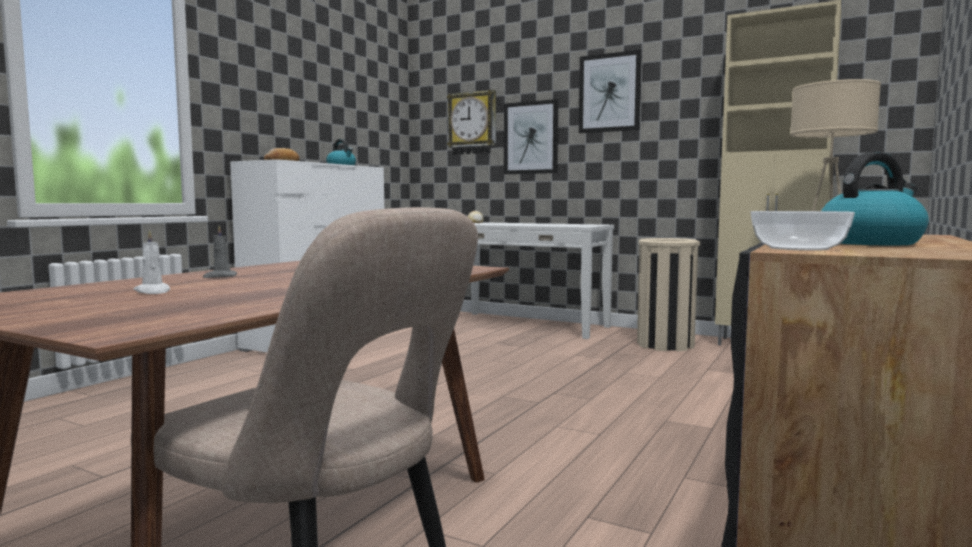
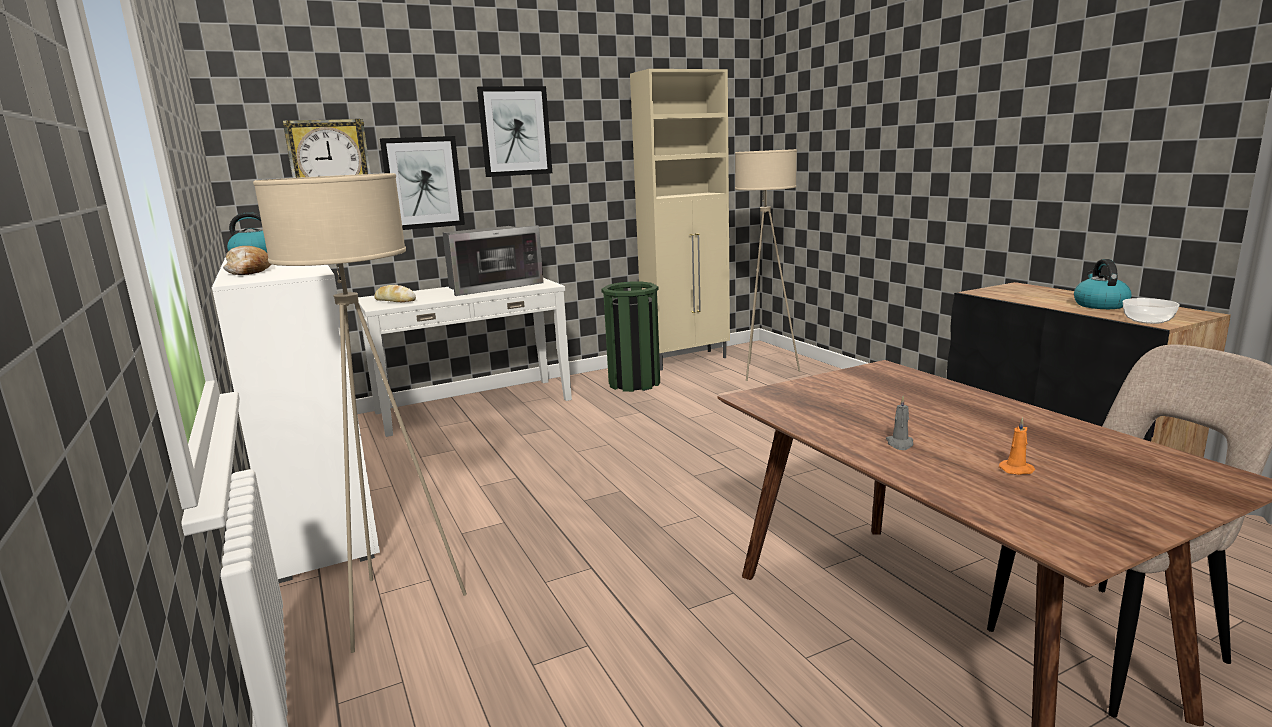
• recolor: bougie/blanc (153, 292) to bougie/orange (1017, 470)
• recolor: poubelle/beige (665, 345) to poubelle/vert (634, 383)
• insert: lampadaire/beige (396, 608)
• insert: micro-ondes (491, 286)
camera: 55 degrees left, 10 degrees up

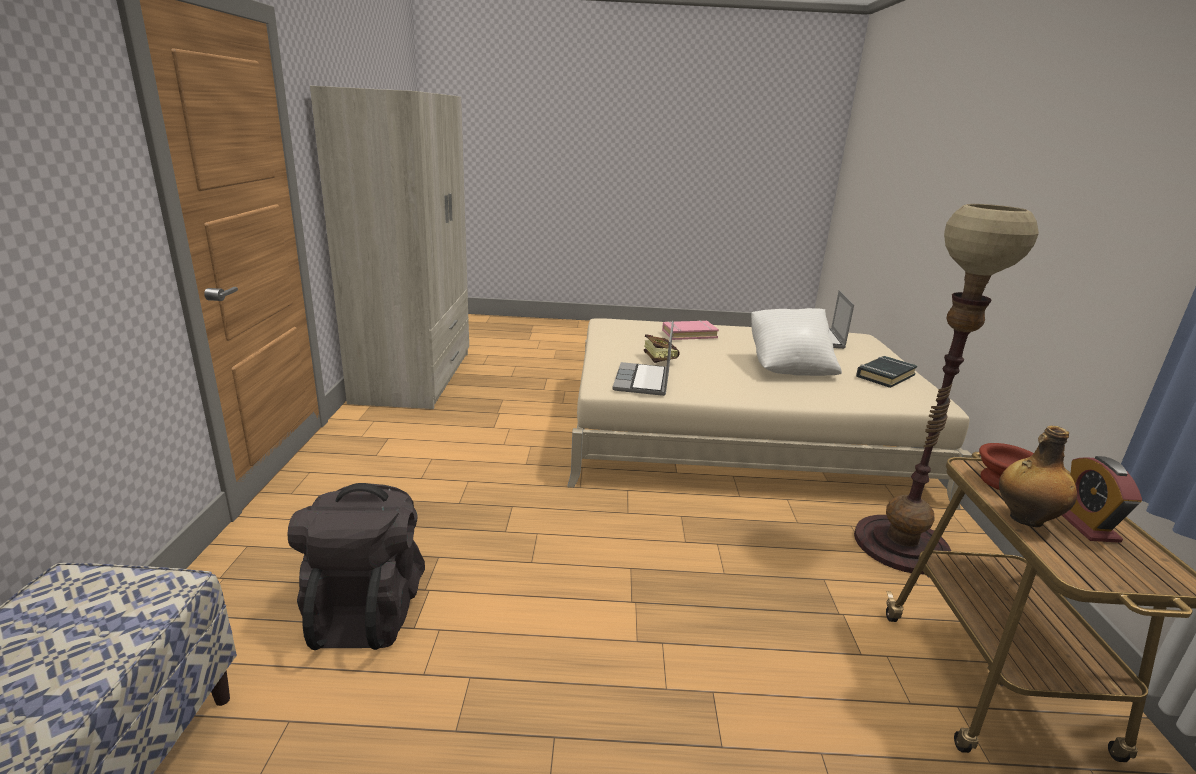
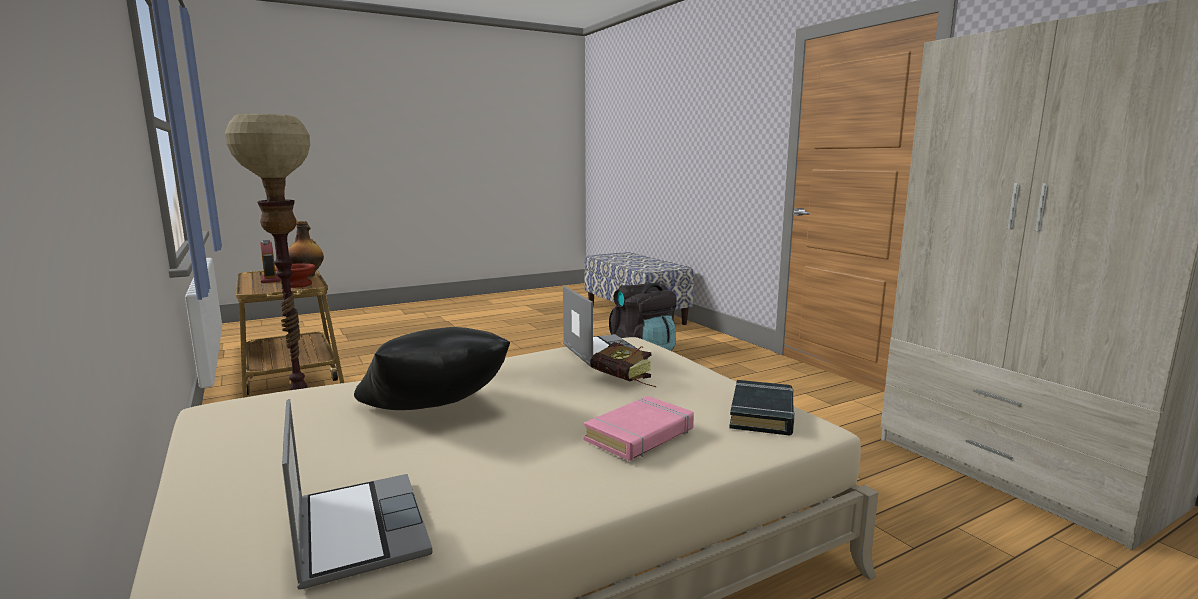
• recolor: coussin/blanc (789, 367) to coussin/noir (434, 413)
• move: livre/noir (885, 376) to (762, 414)
camera: 150 degrees right, 10 degrees down

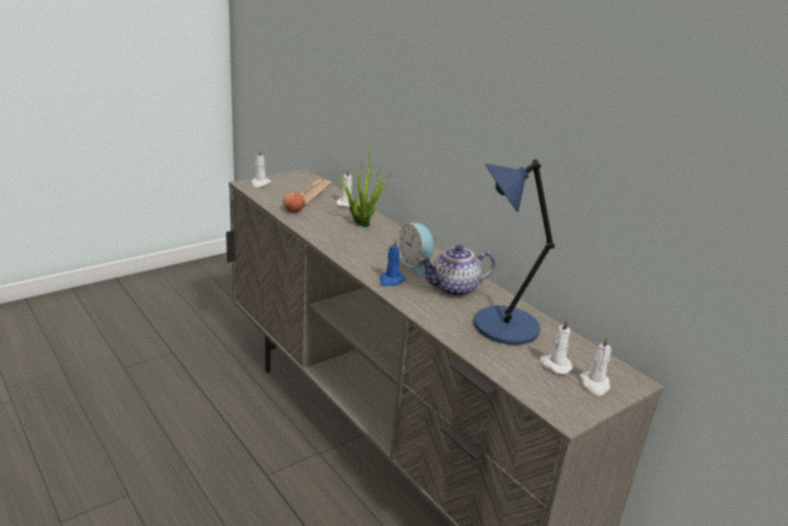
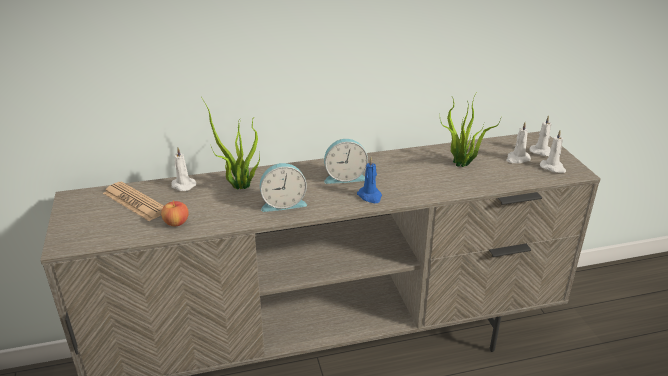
• move: bougie/blanc (260, 183) to (553, 168)
• delete: théière (454, 289)
• replace: lampe de table/bleu (502, 326) to plante en pot (462, 164)
• insert: réveil (283, 203)
camera: 65 degrees left, 5 degrees up

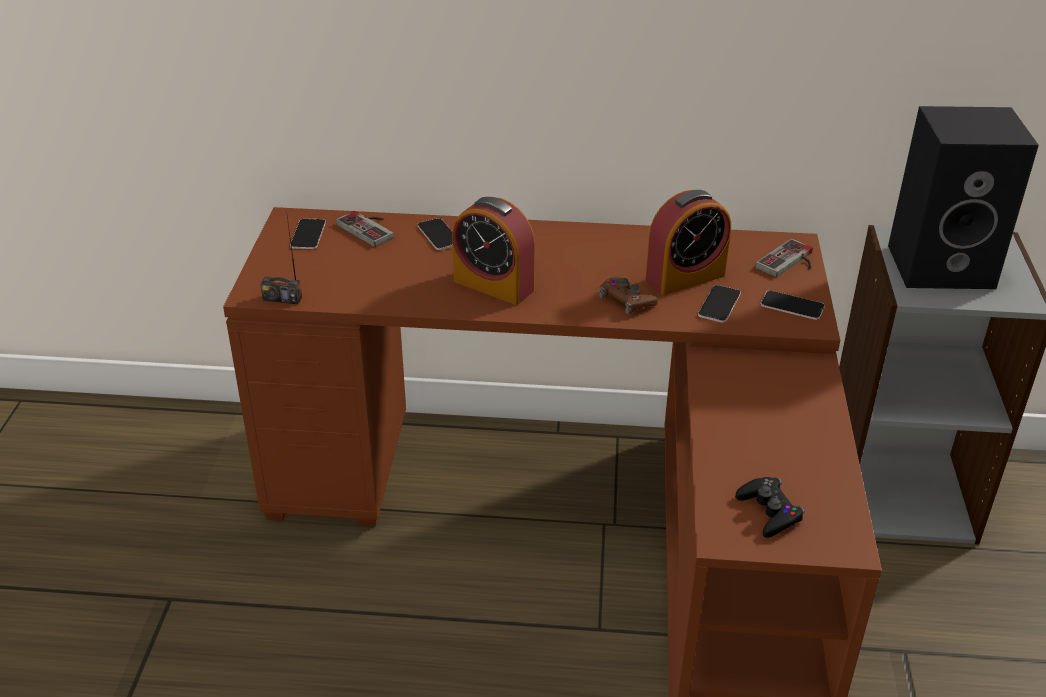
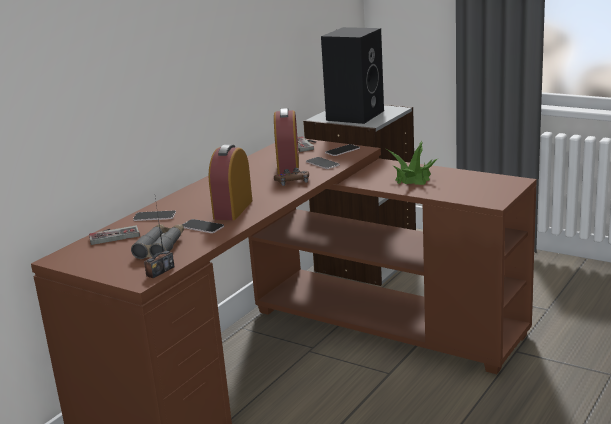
• move: téléphone (308, 235) to (202, 227)
• rotate: réveil (493, 285) = (233, 209) 135 degrees clockwise
• delete: manette/noir (769, 511)
• insert: jumelles/gris (161, 247)
• insert: plante en pot (414, 177)
camera: 60 degrees left, 15 degrees down

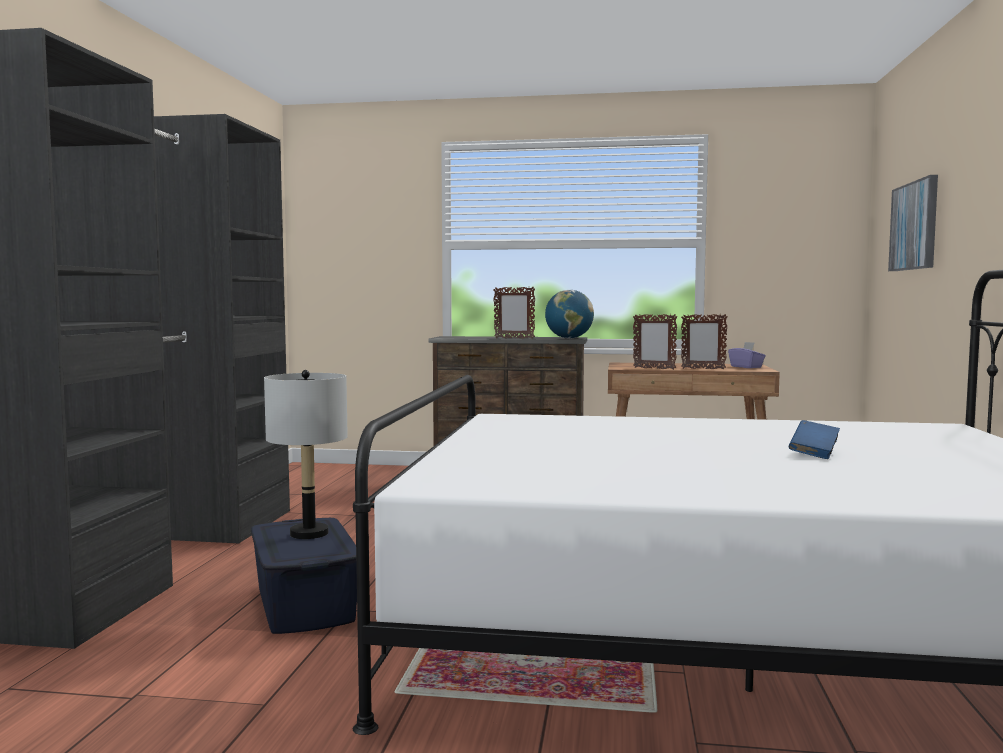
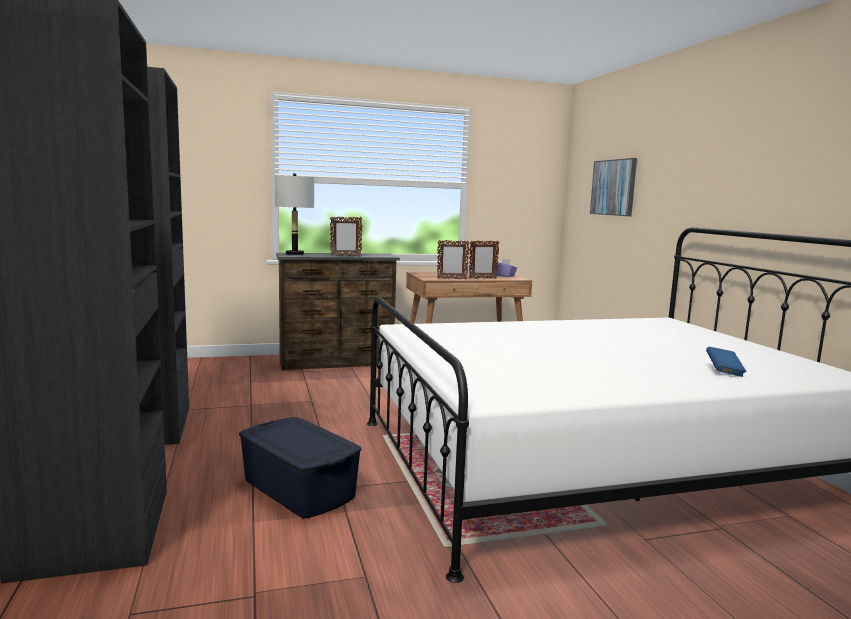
• move: lampe de table/gris (309, 534) to (295, 254)
• delete: globe (569, 338)
• move: livre/bleu (814, 453) to (724, 371)
camera: 25 degrees left, 5 degrees up

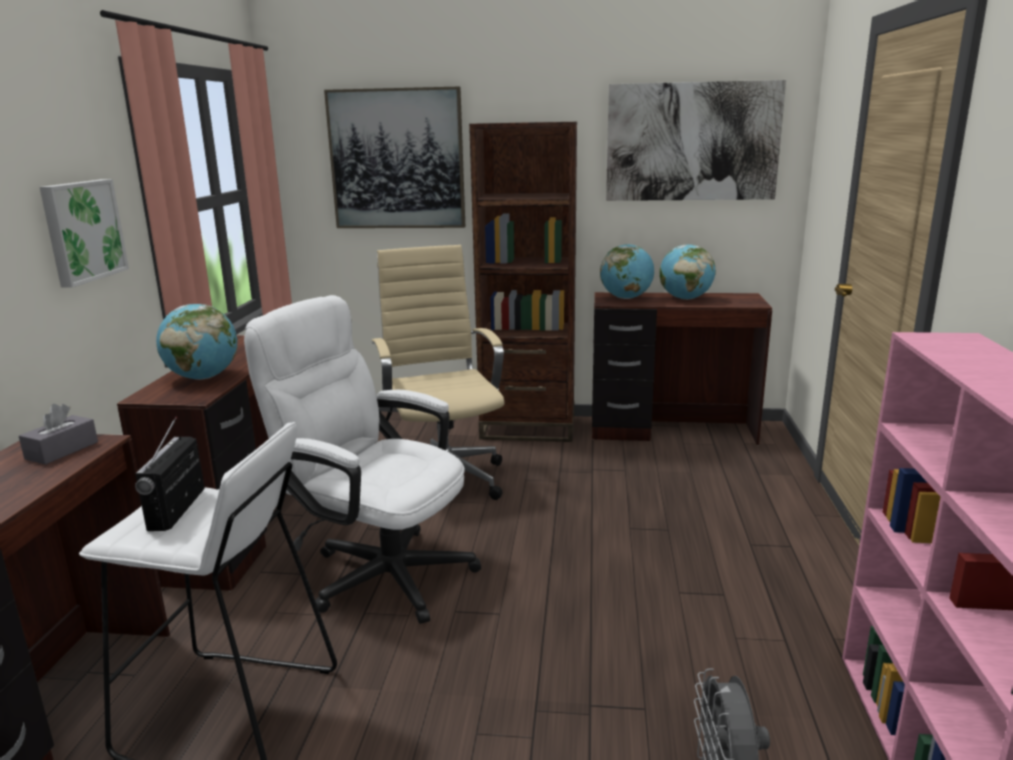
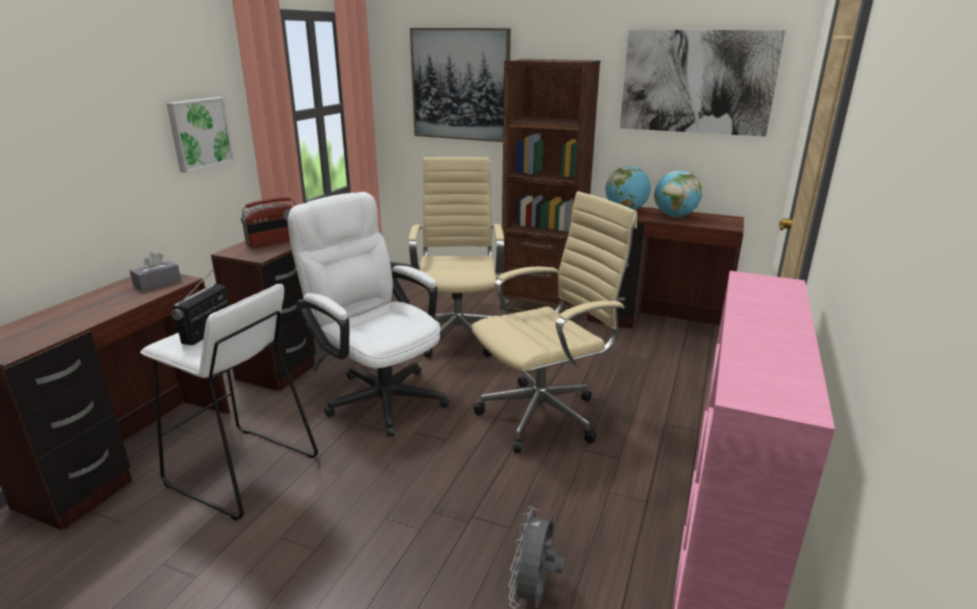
• replace: globe (203, 377) to radio (274, 242)
• insert: chaise de bureau/beige (545, 415)
camera: 15 degrees right, 5 degrees up

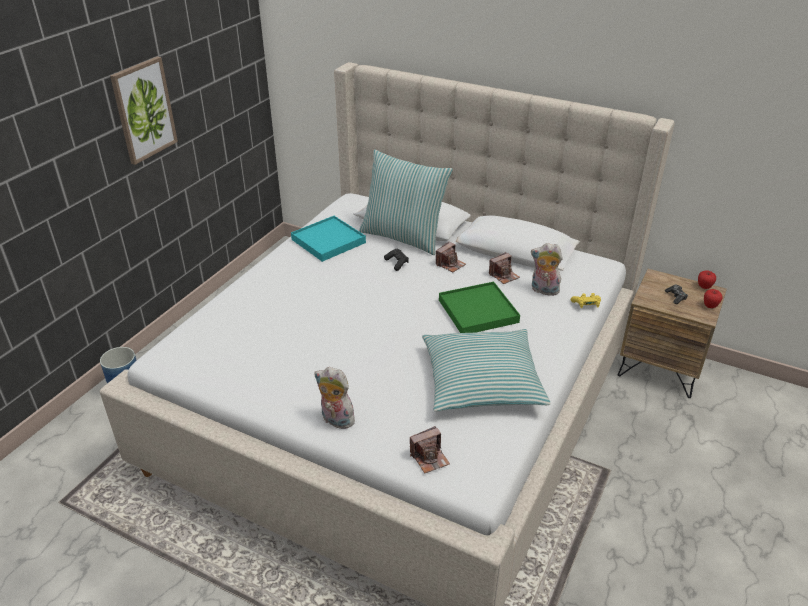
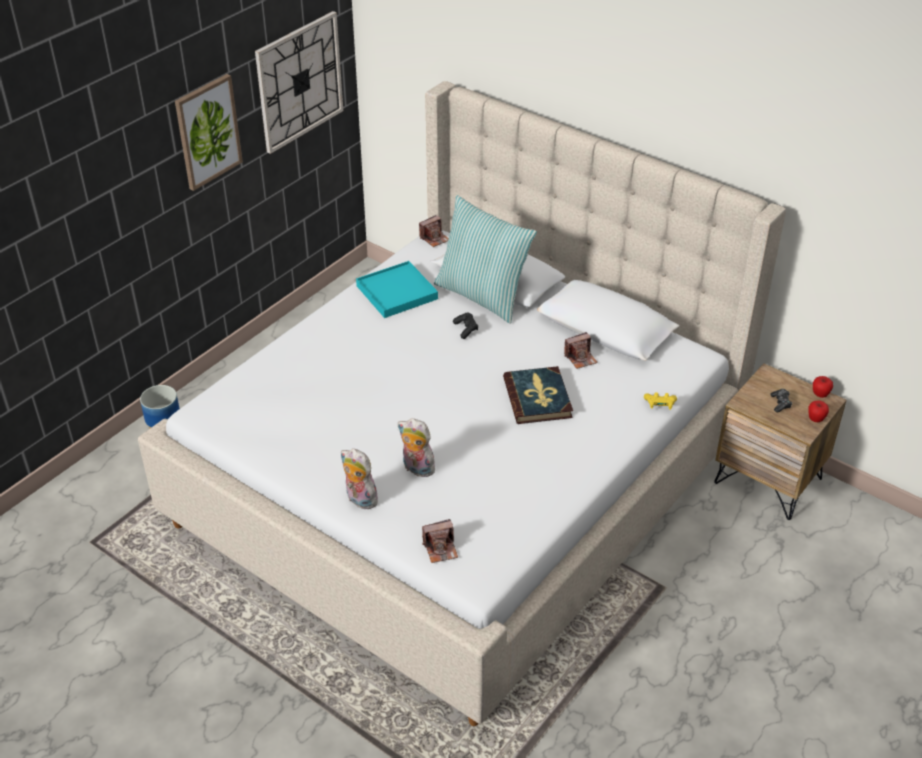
• delete: coussin (482, 381)
• move: appareil photo (450, 264) to (434, 238)
• replace: plateau/vert (478, 311) to livre (538, 398)
• move: peluche (543, 291) to (416, 469)
• insert: horloge murale (299, 81)
camera: 10 degrees right, 5 degrees up

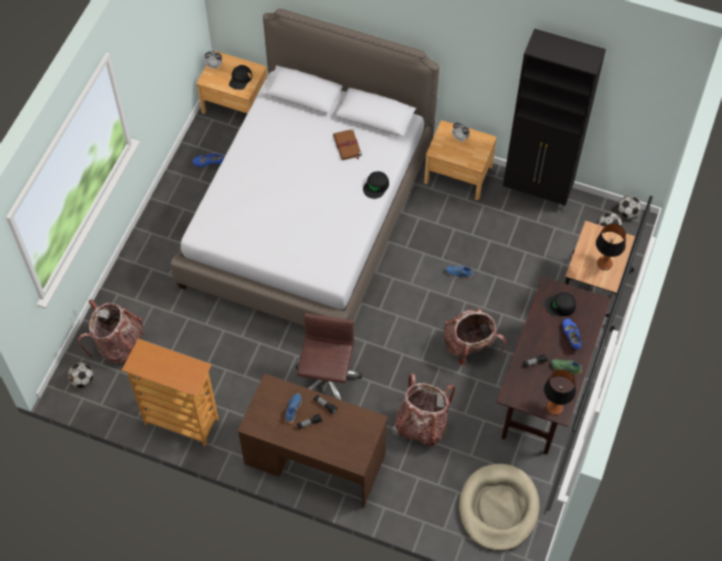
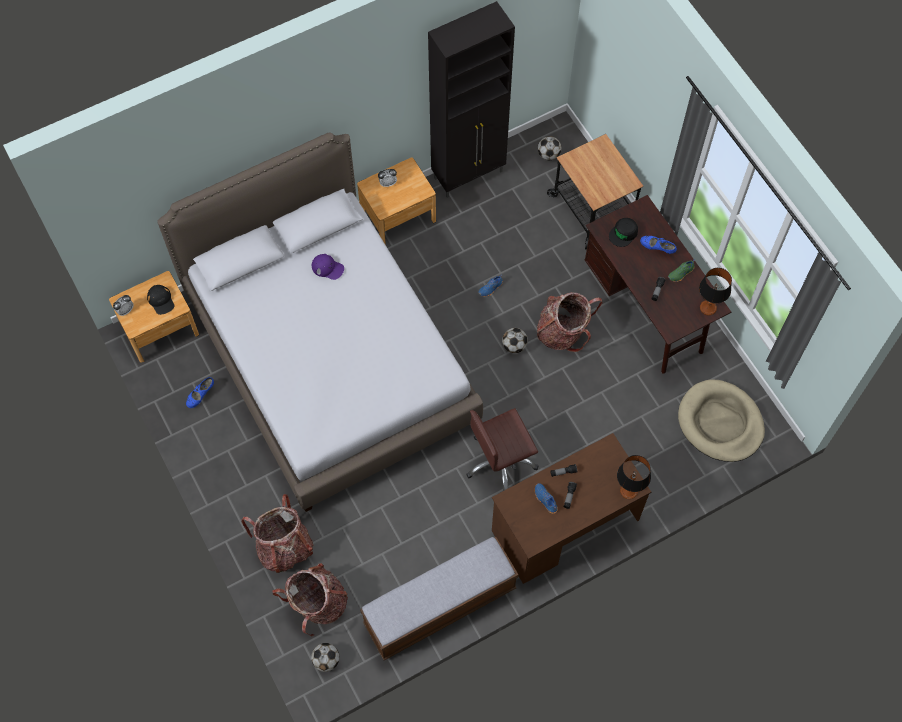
• replace: bibliothèque (181, 422) to banc (439, 606)
• rotate: chaise de bureau/marron (326, 380) = (500, 462) 75 degrees counterclockwise
• replace: livre/marron (347, 146) to casquette/violet (327, 268)
• delete: casquette/noir (376, 186)
• move: sac à dos (421, 424) to (284, 548)
• move: lampe de table (604, 263) to (628, 490)
• move: ballon de foot (627, 213) to (514, 346)
camera: 50 degrees left, 5 degrees up

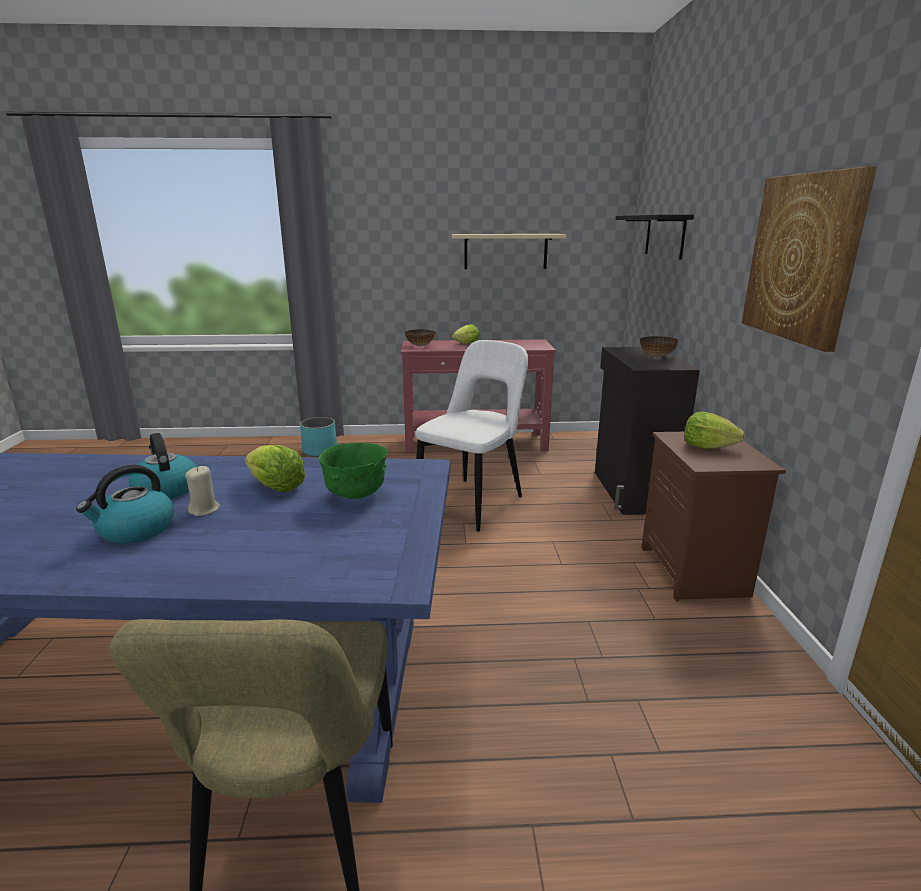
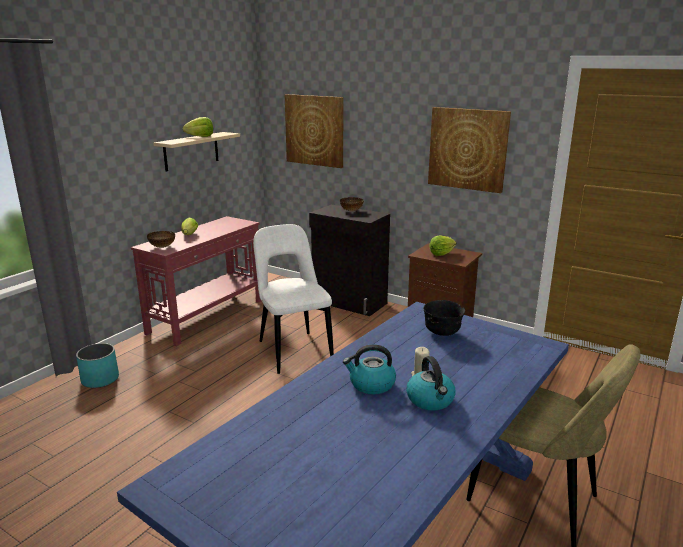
• move: laitue (275, 487) to (200, 136)
• recolor: bol/vert (356, 495) to bol/noir (442, 333)
• replace: étagère/noir (665, 236) to tableau (315, 130)
camera: 55 degrees left, 0 degrees up

